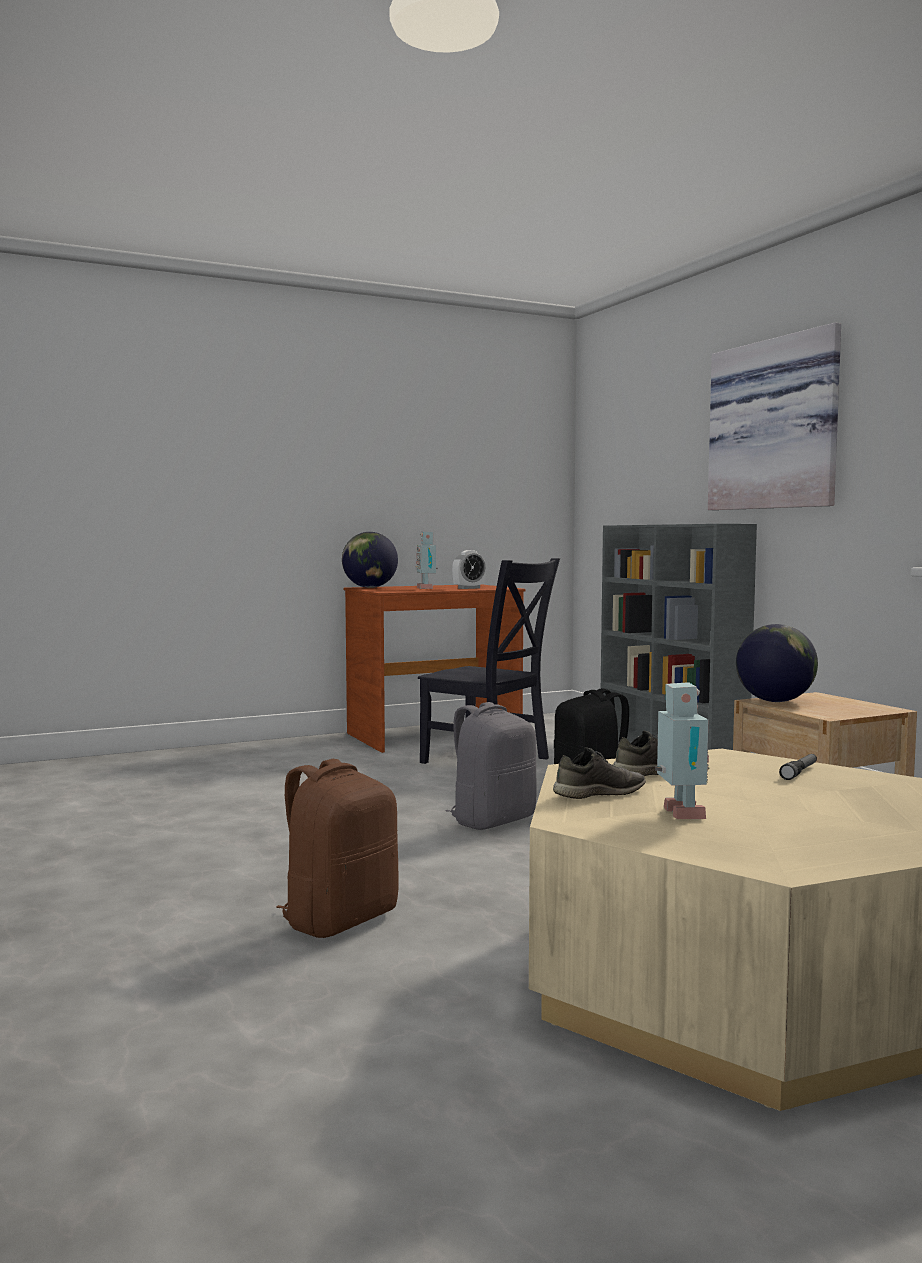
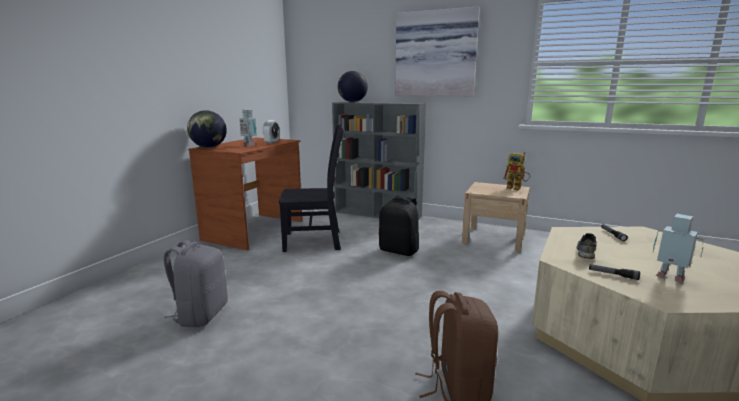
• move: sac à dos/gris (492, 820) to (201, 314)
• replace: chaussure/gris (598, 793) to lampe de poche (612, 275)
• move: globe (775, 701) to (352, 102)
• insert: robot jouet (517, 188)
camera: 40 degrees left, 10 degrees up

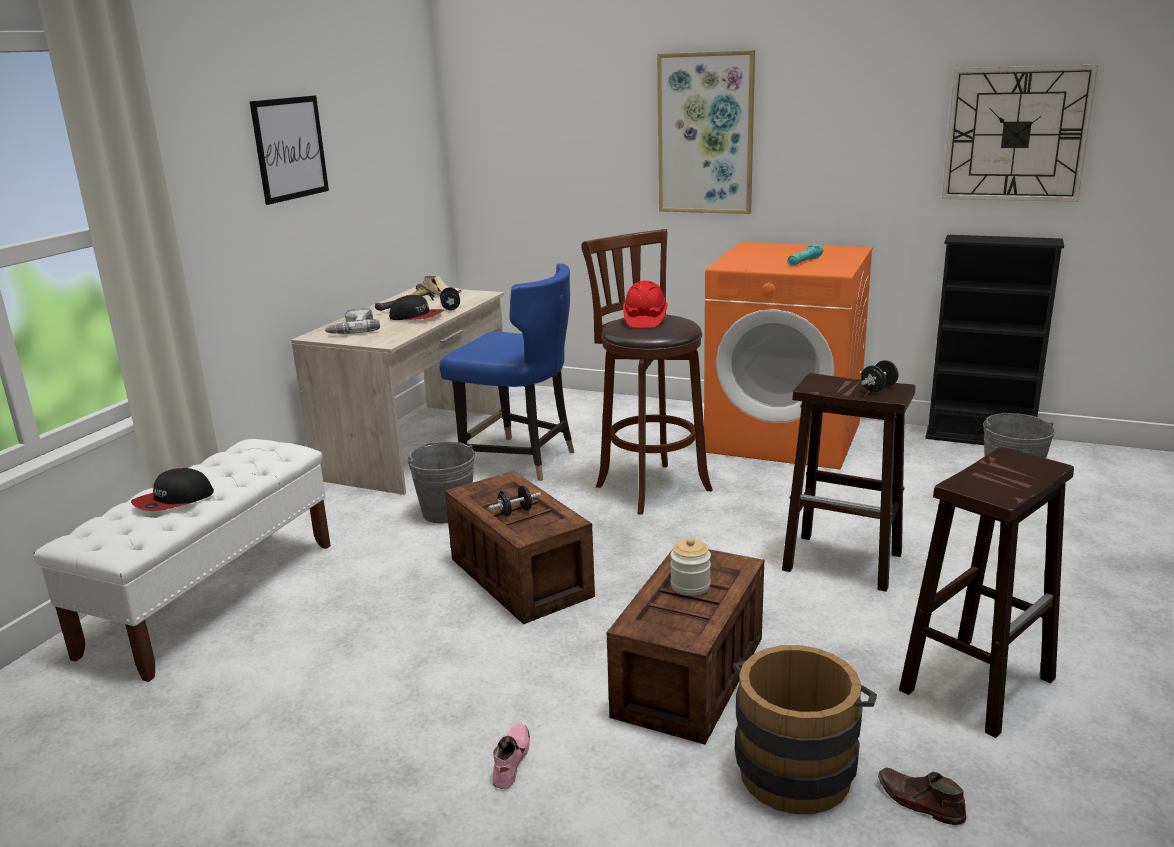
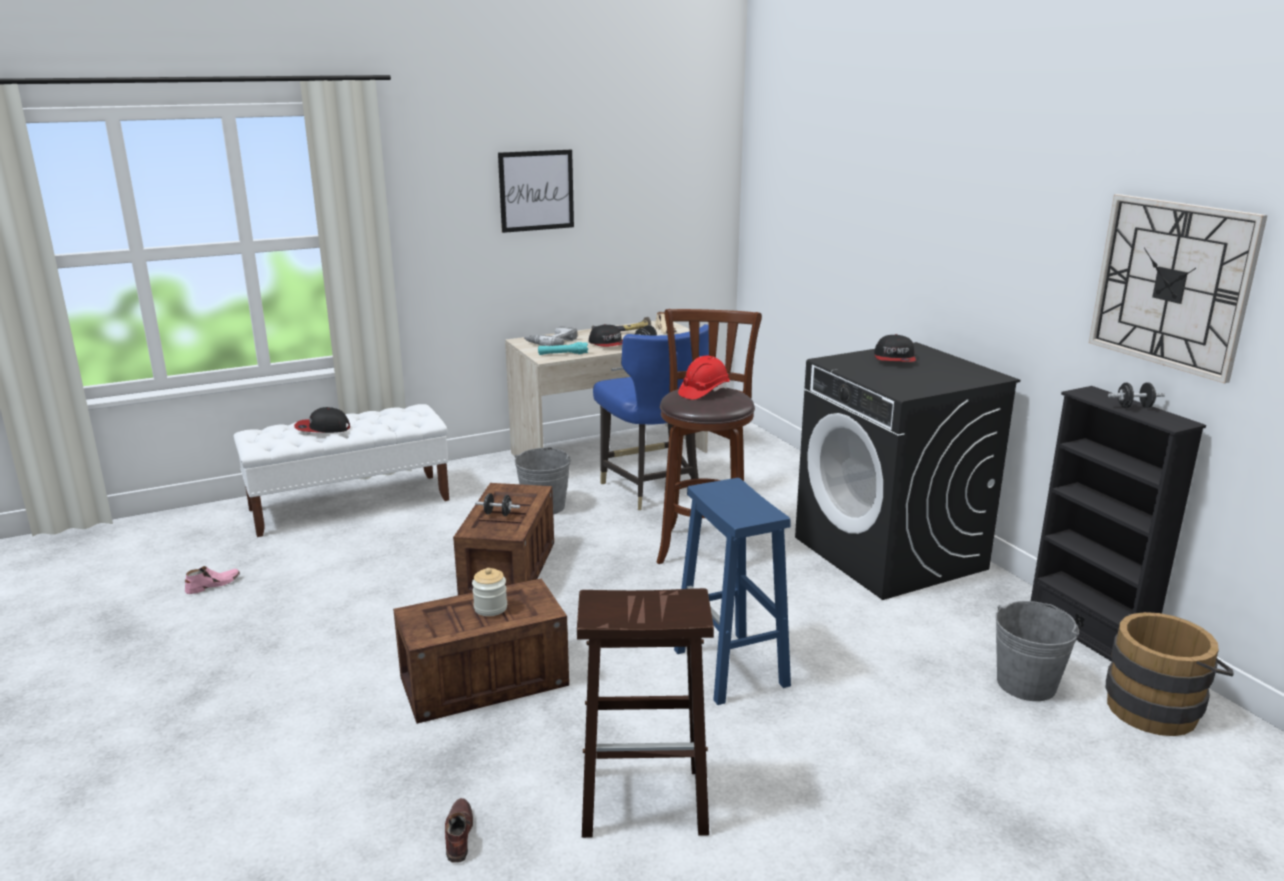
• move: chaussure/rose (510, 761) to (213, 585)
• delete: tableau (705, 134)
• recolor: lave-linge/orange (785, 437) to lave-linge/noir (890, 553)
• move: seau/marron (797, 766) to (1158, 707)
• recolor: tabouret/marron (844, 562) to tabouret/bleu (732, 668)
• move: lampe de poche/turquoise (804, 262) to (563, 354)
• move: haltère/noir (878, 388) to (1134, 407)
• insert: casquette (894, 359)
camera: 40 degrees right, 0 degrees up

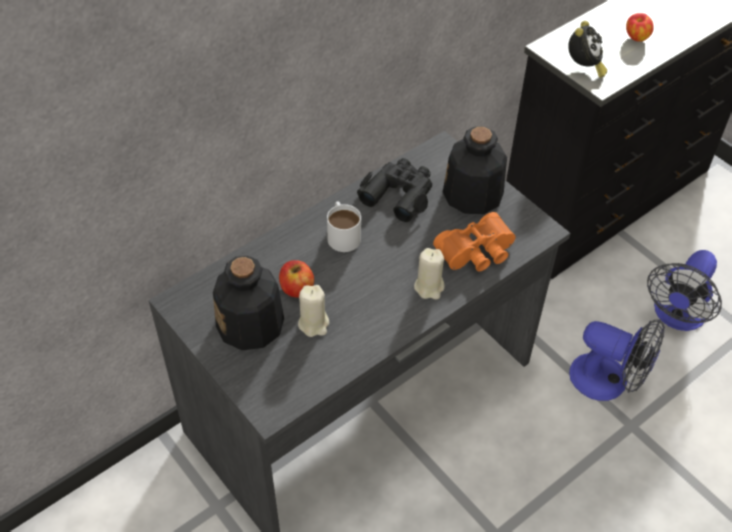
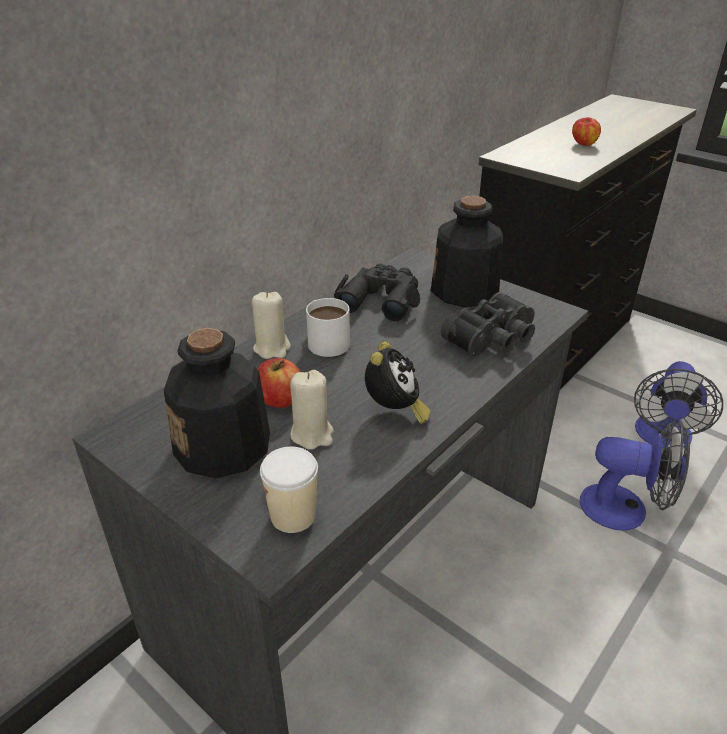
• move: bougie/beige (429, 287) to (272, 348)
• recolor: jumelles/orange (477, 253) to jumelles/noir (494, 339)
• move: réveil (583, 68) to (394, 411)
• insert: tasse (293, 515)
camera: 10 degrees left, 15 degrees down

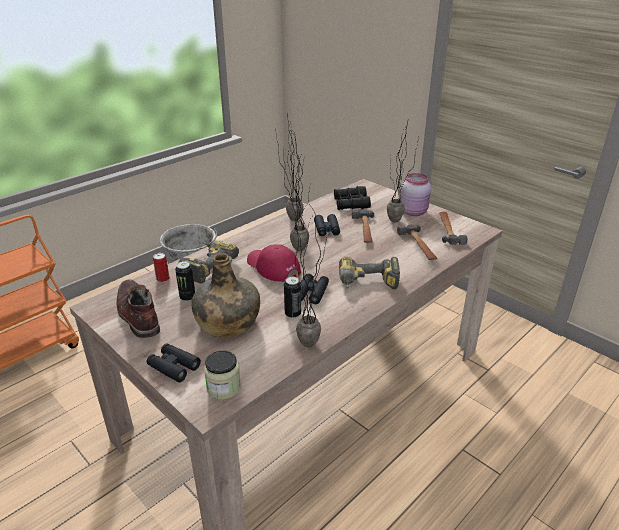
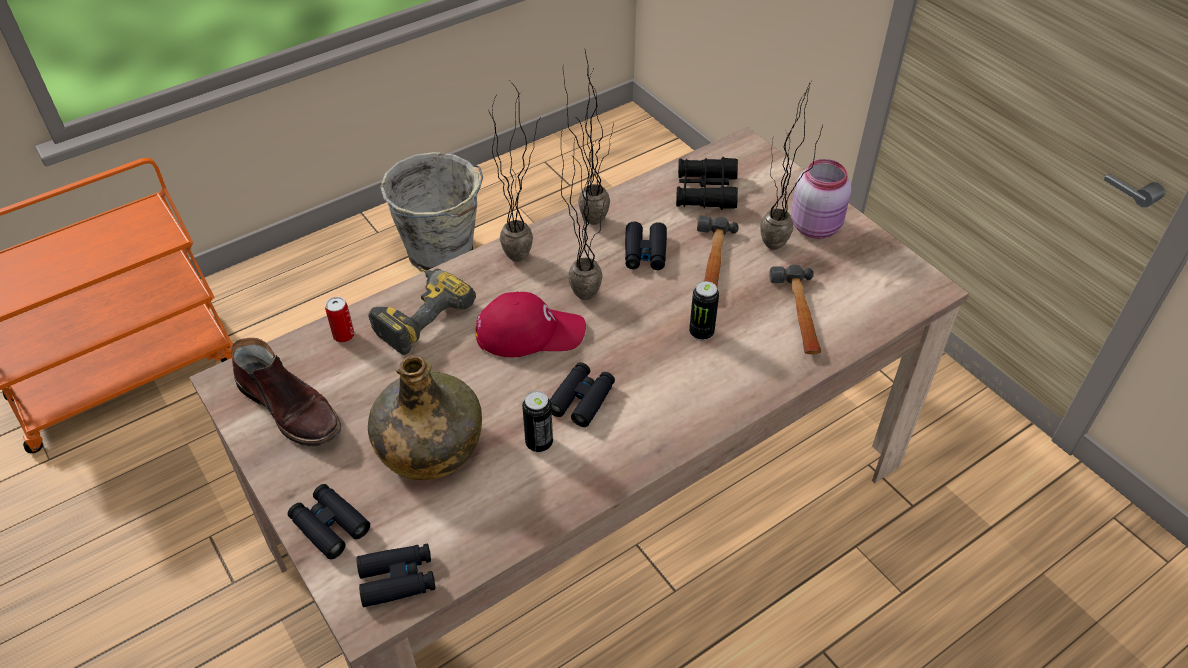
• rotate: botte/marron (137, 314) = (291, 408) 150 degrees clockwise
• move: boîte métallique (187, 297) to (701, 332)
• replace: bocal (223, 387) to jumelles/noir (397, 579)
• rotate: casquette/rouge (273, 267) = (530, 332) 120 degrees clockwise
• move: plante en pot (312, 339) to (525, 251)
• delete: perceuse (368, 285)
• delete: marteau (448, 230)
camera: 10 degrees right, 15 degrees up

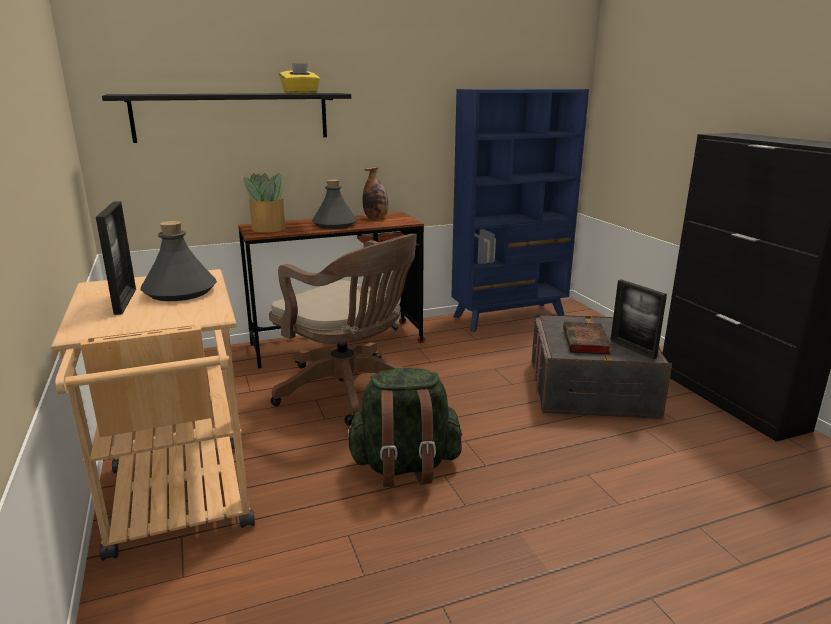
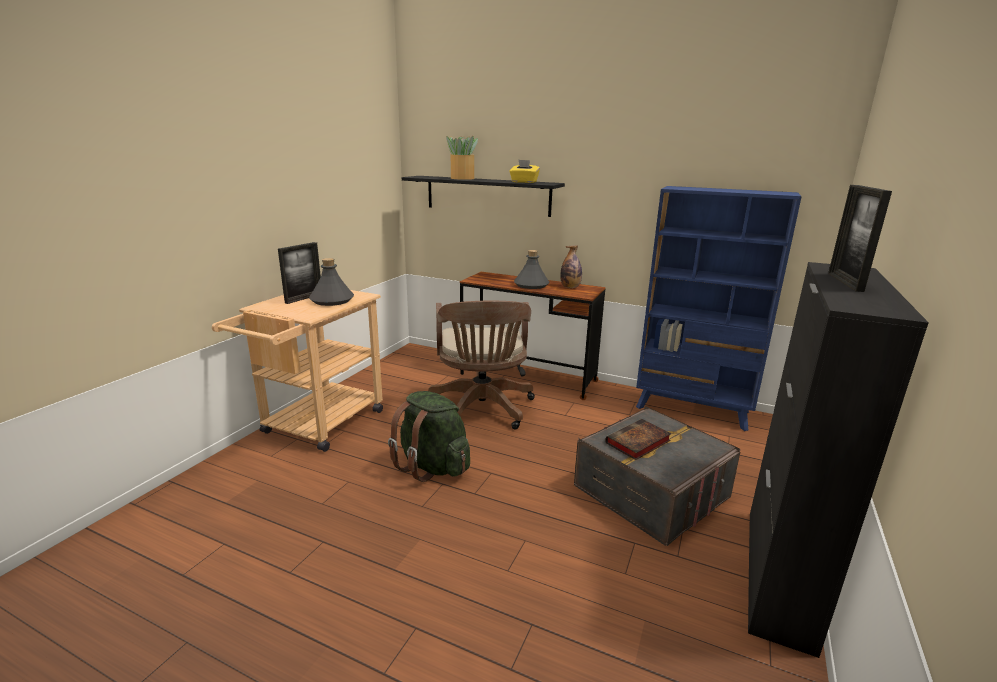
• move: plante en pot (268, 229) to (462, 178)
• move: cadre photo (632, 349) to (845, 282)
camera: 45 degrees right, 0 degrees up

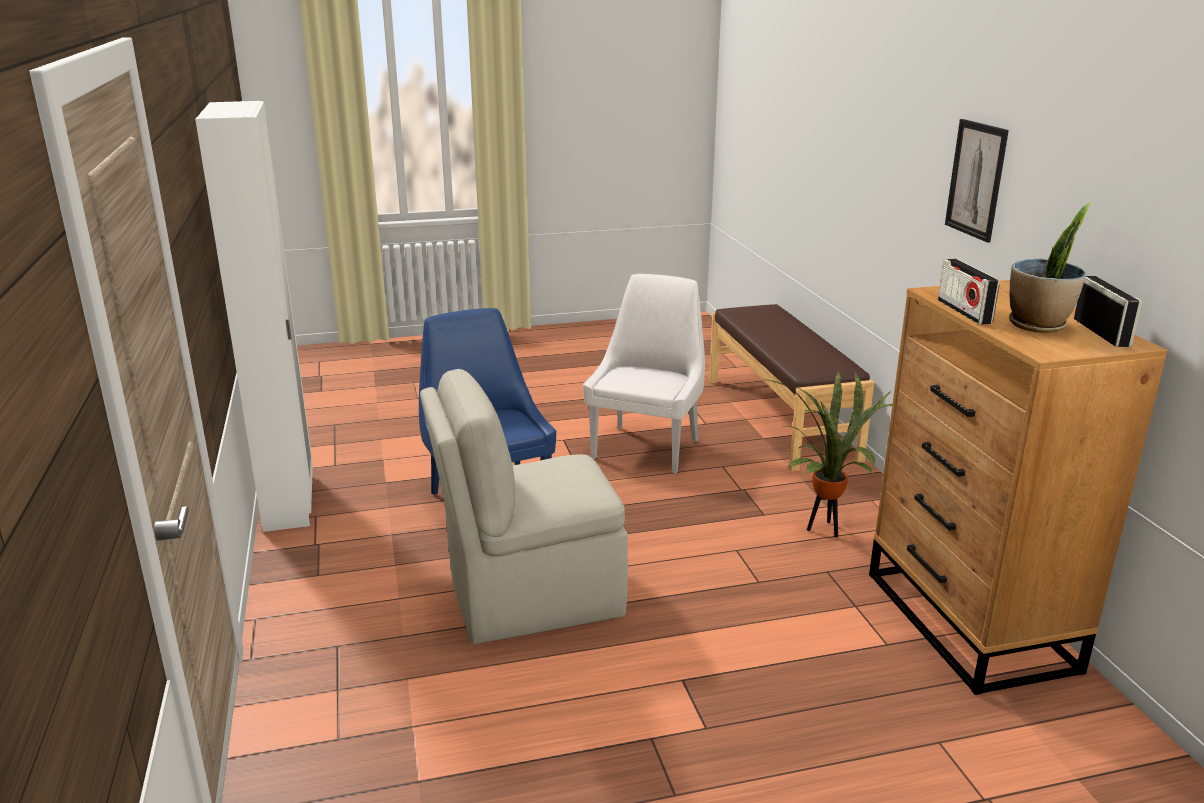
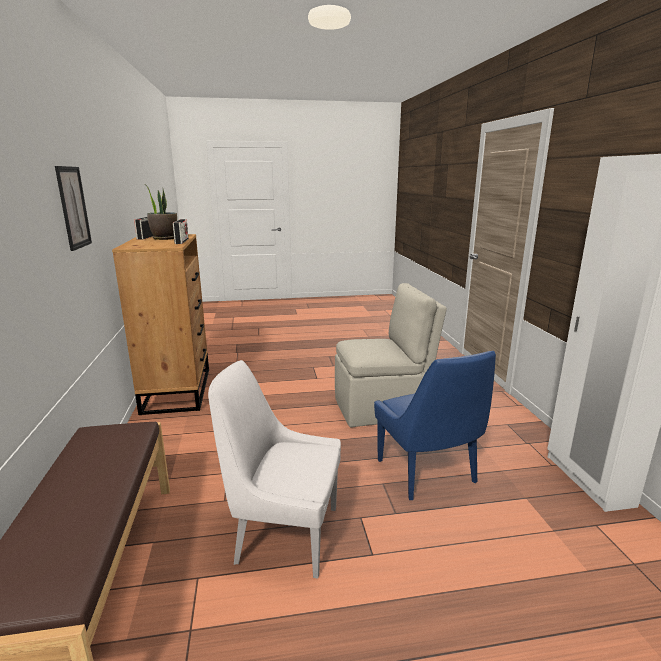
• rotate: chaise/blanc (647, 447) = (283, 533) 75 degrees clockwise
• delete: plante en pot (822, 529)
camera: 175 degrees left, 5 degrees down

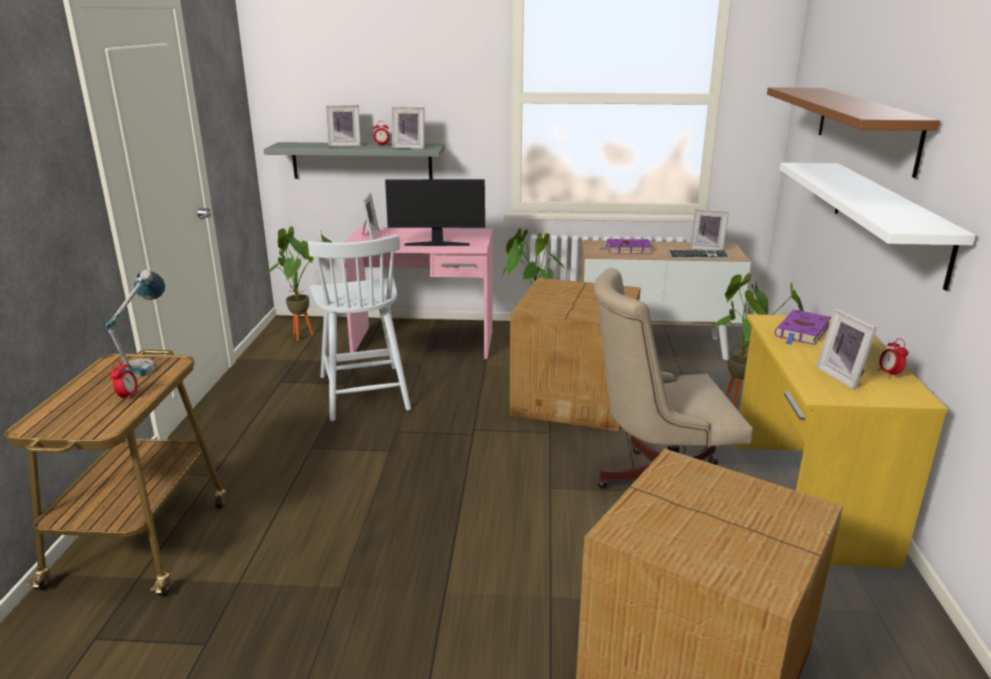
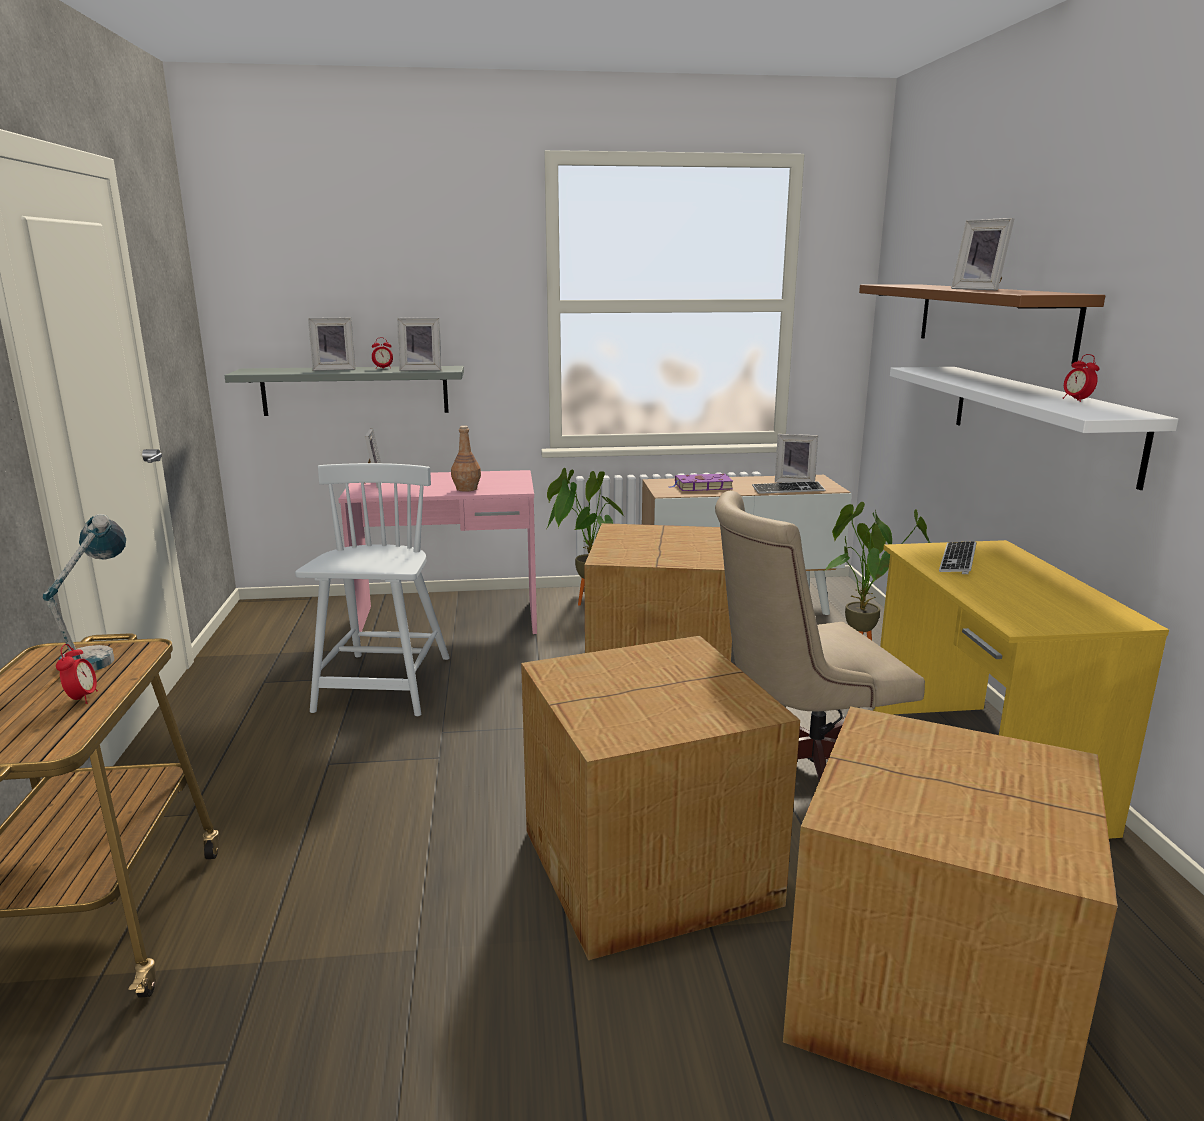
• delete: plante en pot (304, 334)
• rotate: chaise/blanc (364, 391) = (384, 685) 150 degrees counterclockwise
• replace: écran d'ordinateur (437, 244) to bouteille/marron (467, 489)
• replace: livre/violet (802, 332) to clavier (957, 559)
• move: cadre photo (843, 376) to (980, 289)
• move: réveil (889, 374) to (1077, 400)
• insert: carton (652, 867)
camera: 10 degrees left, 5 degrees down

